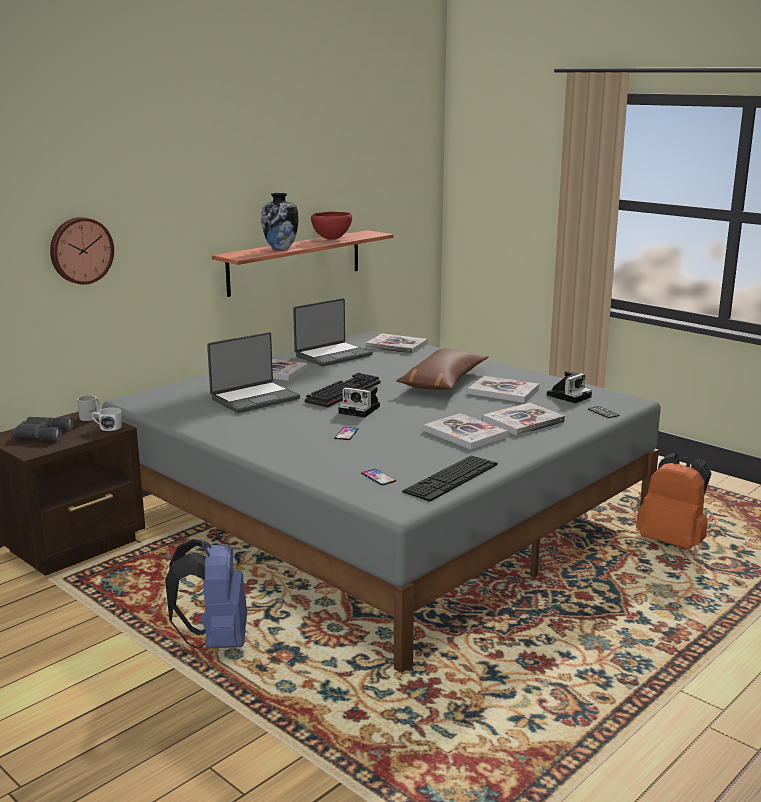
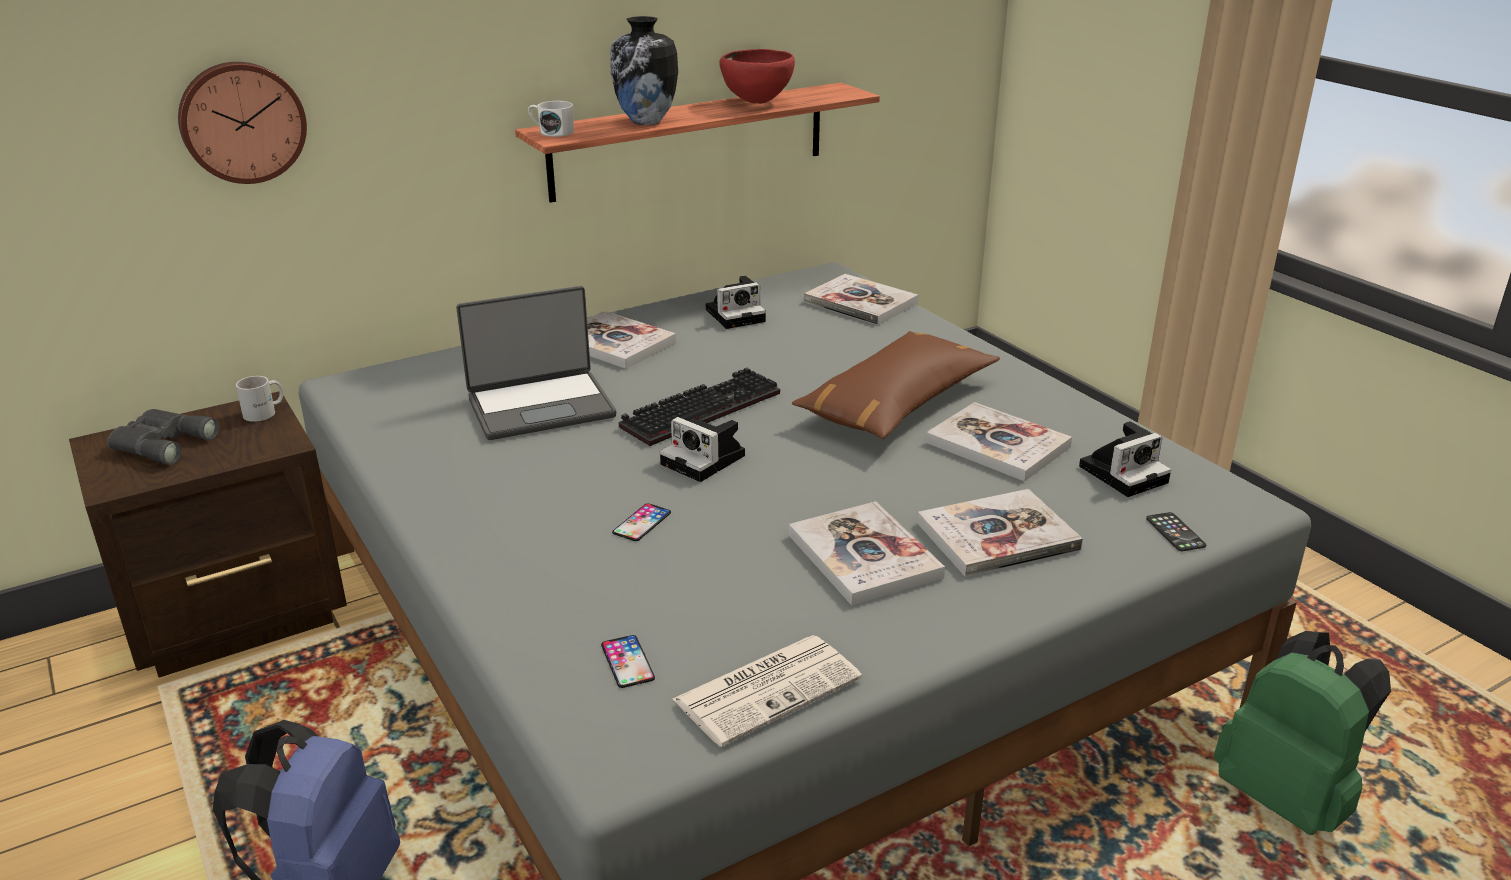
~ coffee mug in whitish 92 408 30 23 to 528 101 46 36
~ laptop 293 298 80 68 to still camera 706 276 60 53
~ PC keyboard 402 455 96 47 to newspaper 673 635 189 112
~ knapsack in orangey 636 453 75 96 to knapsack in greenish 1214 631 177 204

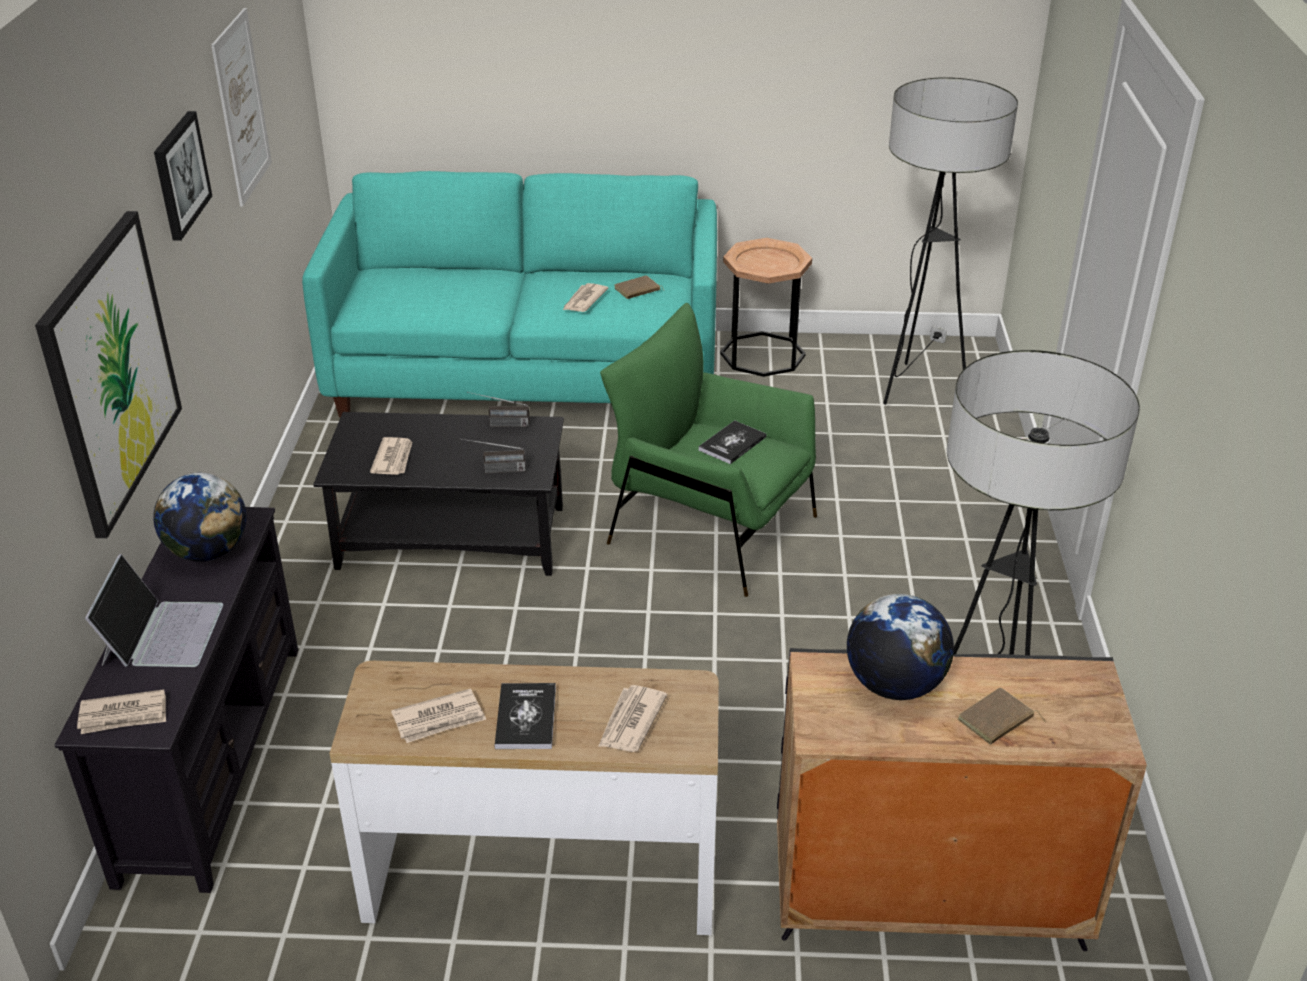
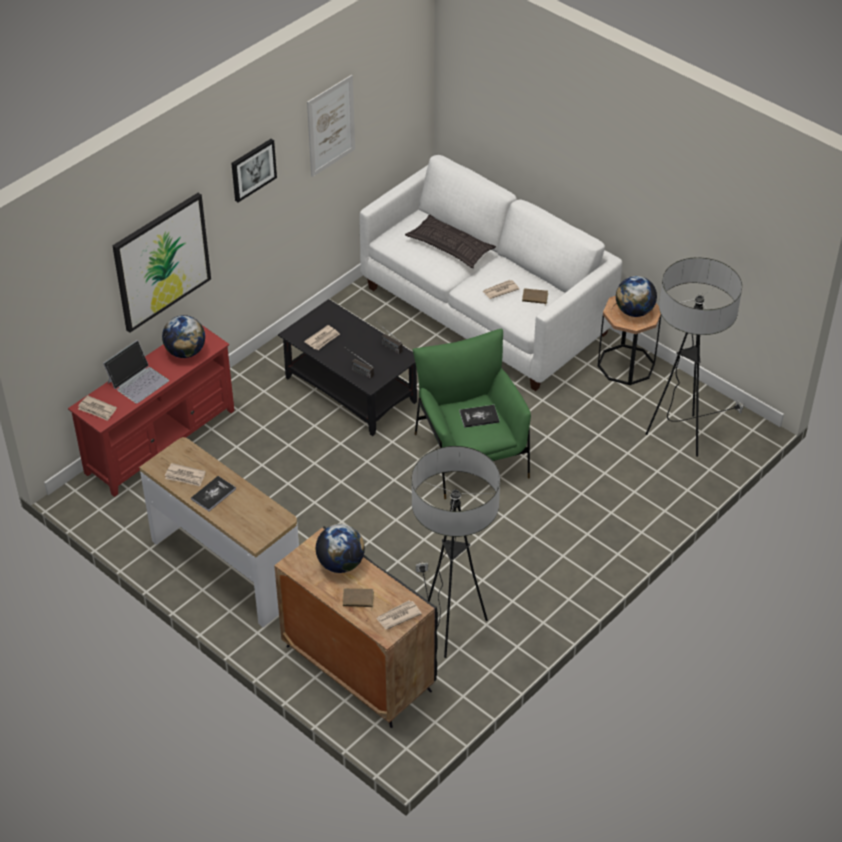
~ media console in black-coloured 55 507 243 386 to media console in red-coloured 68 325 166 172
~ couch in turquoise-coloured 302 171 415 246 to couch in whitish 360 155 262 236
~ newspaper 598 685 69 67 to 376 600 46 30
+ pillow 405 215 91 53
+ desk globe 616 276 41 41

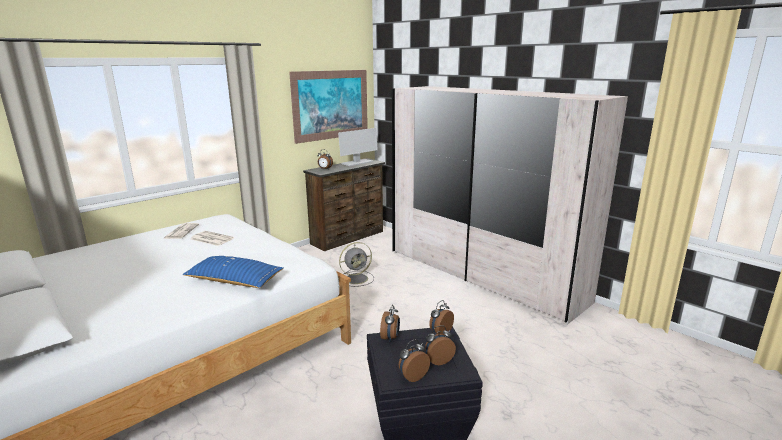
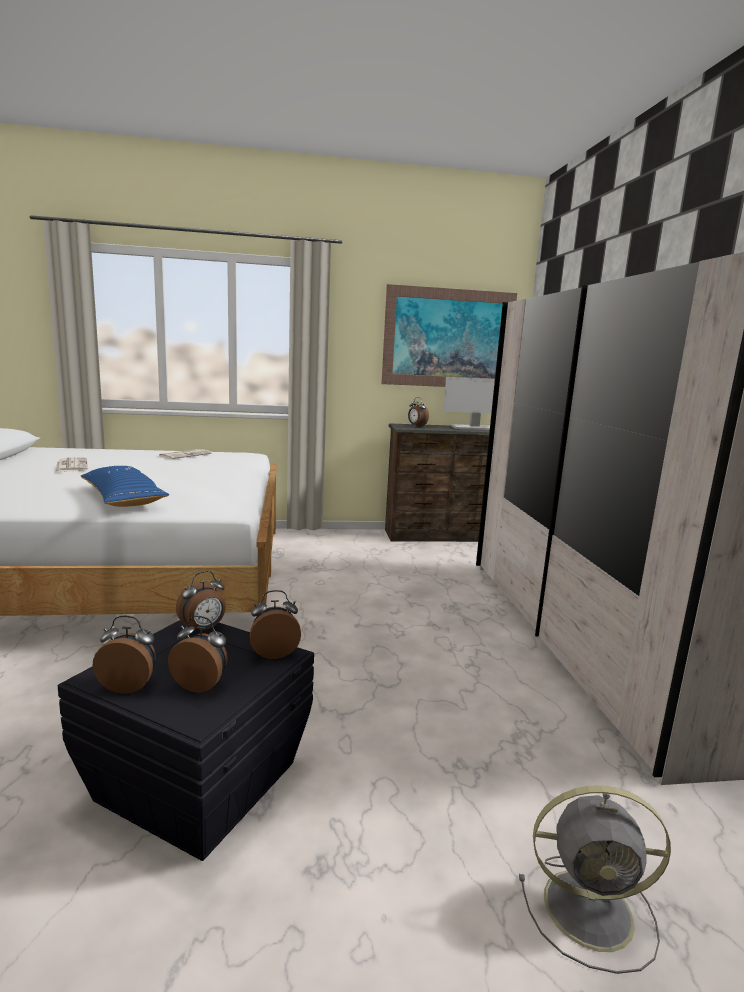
~ newspaper 191 231 43 15 to 56 457 32 15
~ electric fan in greyish 339 242 35 45 to 519 786 152 188

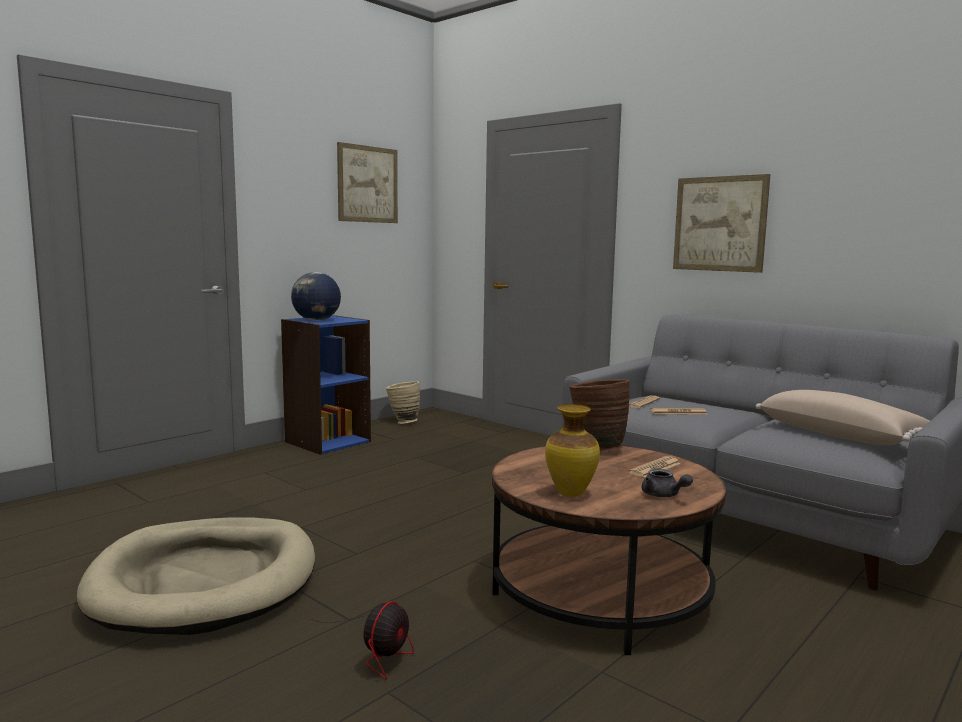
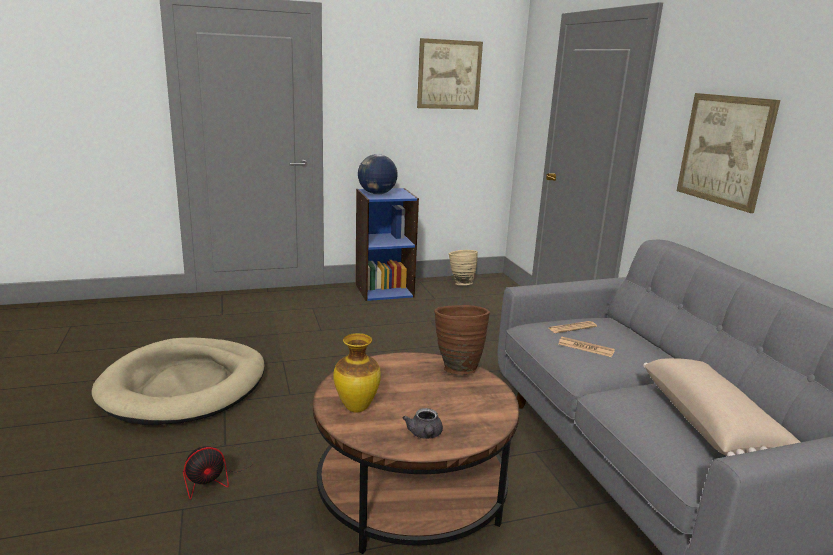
- newspaper 628 456 53 21

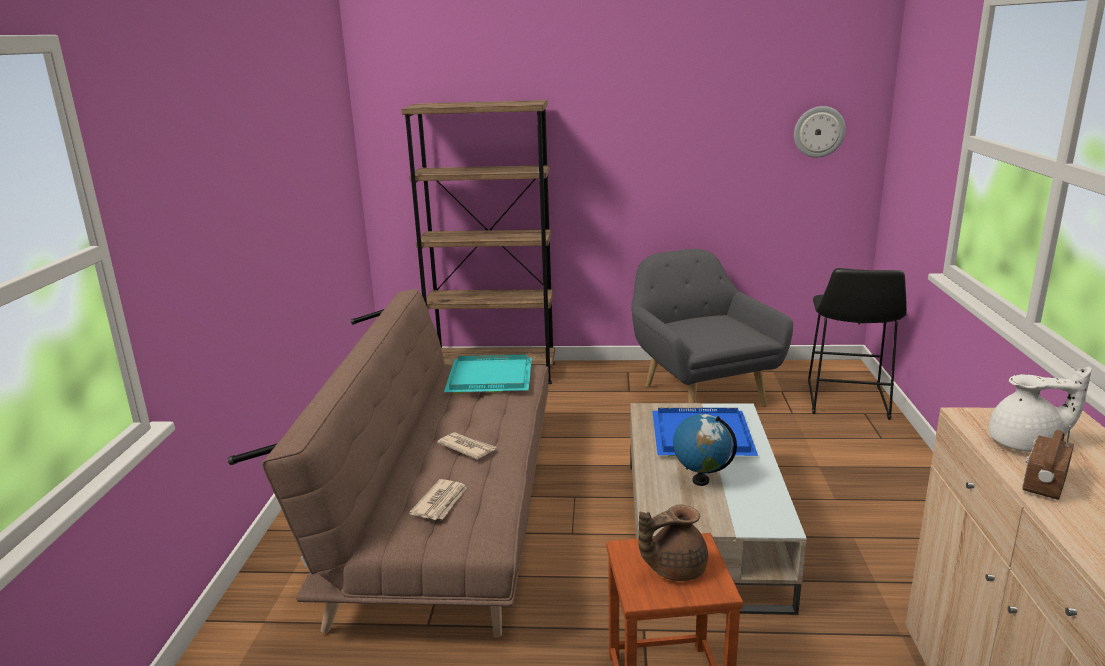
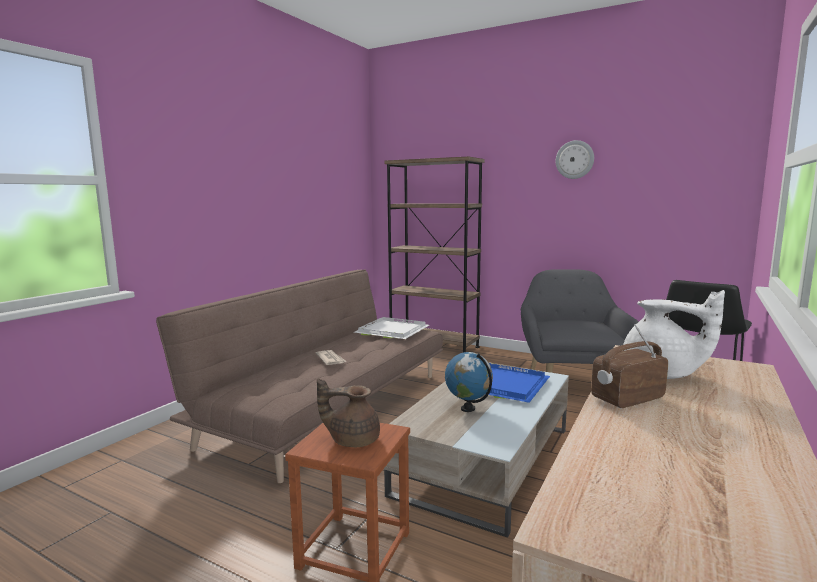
- newspaper 409 479 58 41
~ serving tray in turquoise-coloured 444 355 88 39 to serving tray in whitish 354 317 75 22
~ clock on the wall 794 106 52 52 to 556 140 38 39

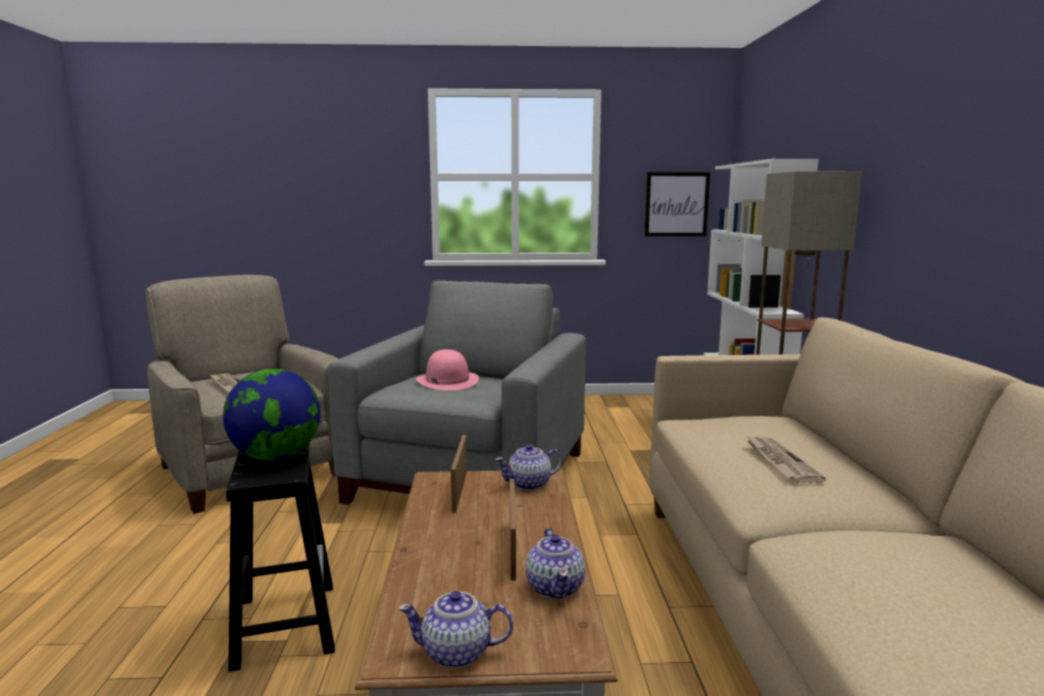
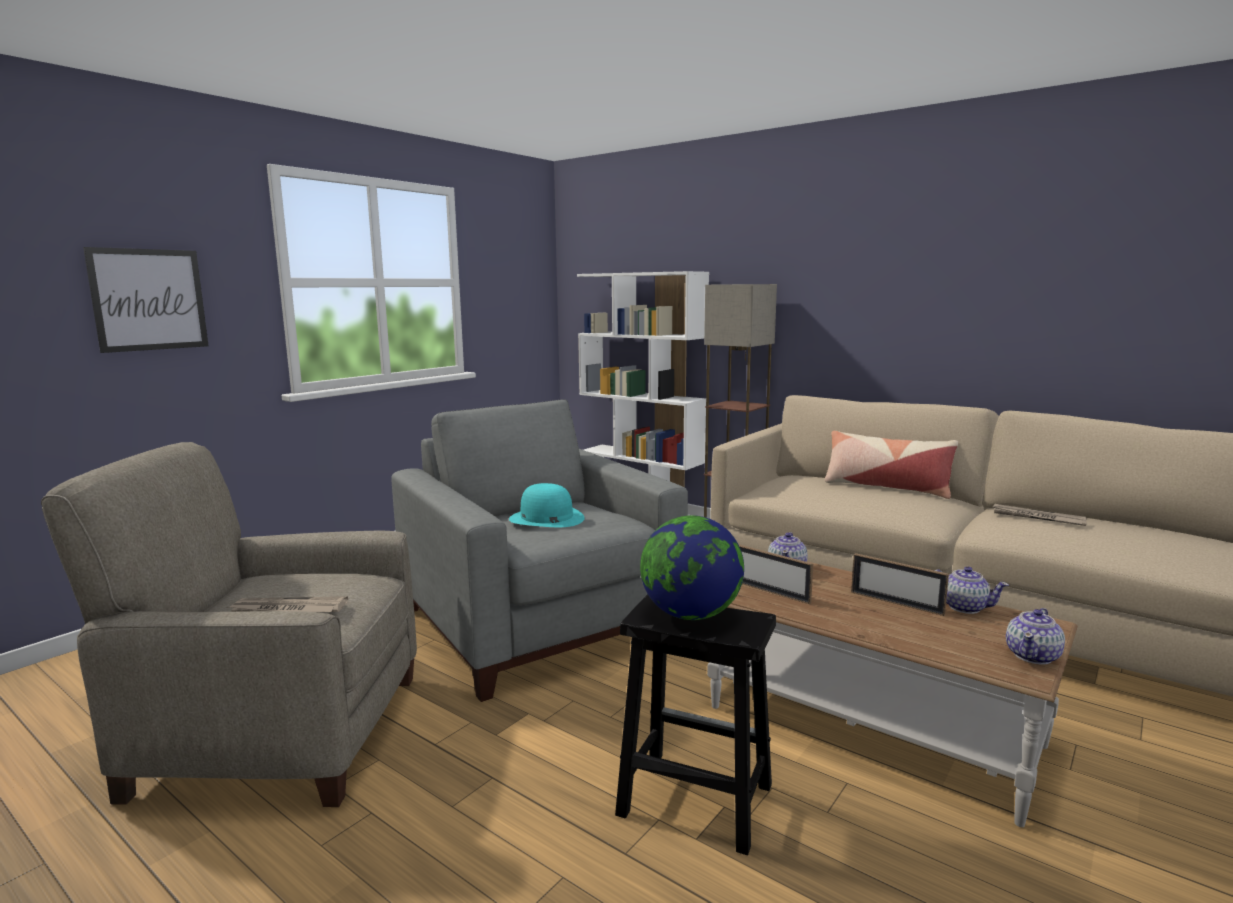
~ hat in pink-coloured 416 349 63 41 to hat in turquoise-coloured 509 483 76 44
~ wall picture 645 172 65 64 to 83 247 126 106
~ newspaper 747 436 79 47 to 991 504 96 22
+ pillow 825 431 133 68

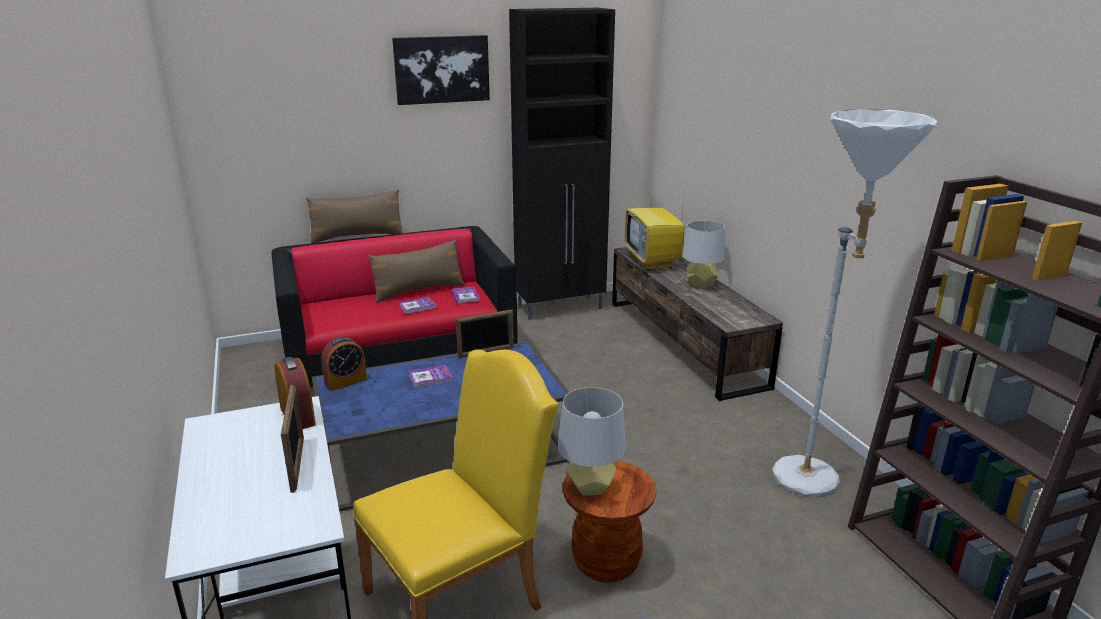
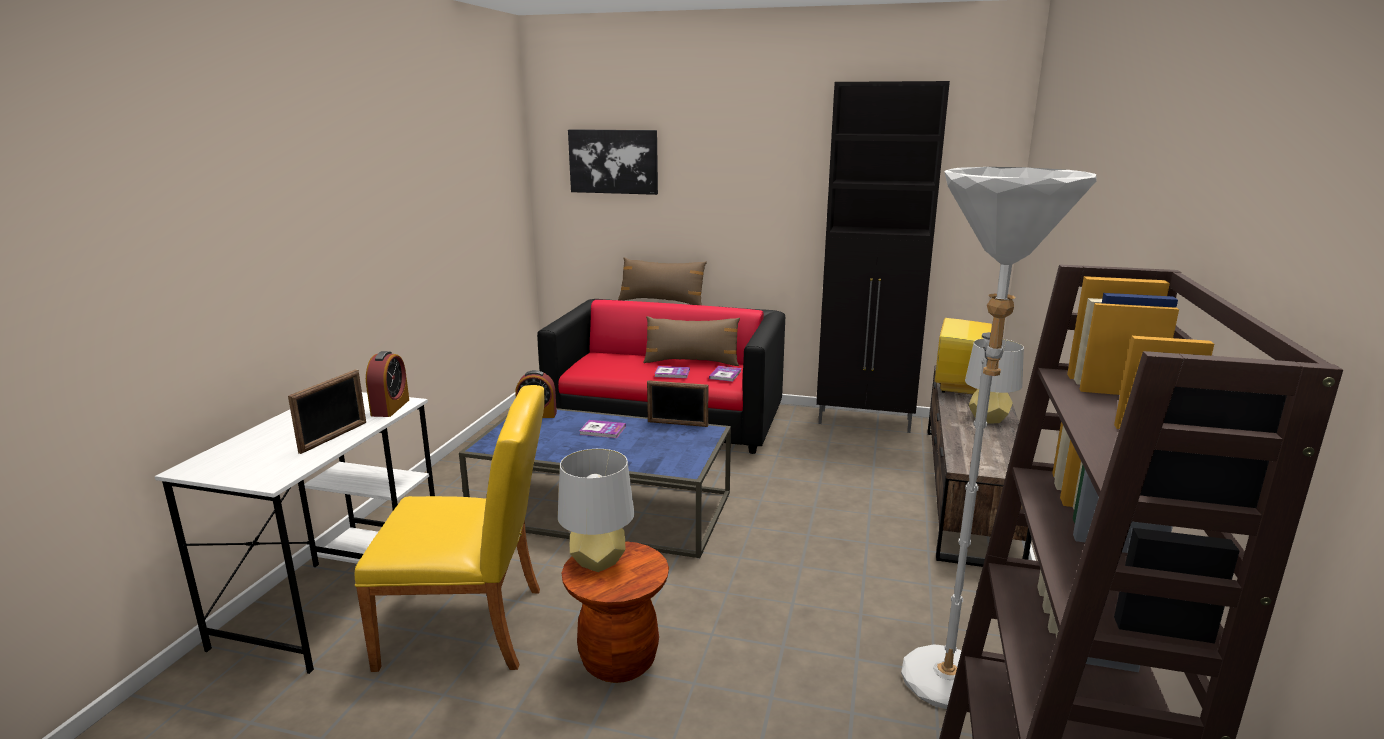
~ wall picture 392 35 98 70 to 568 129 90 66

